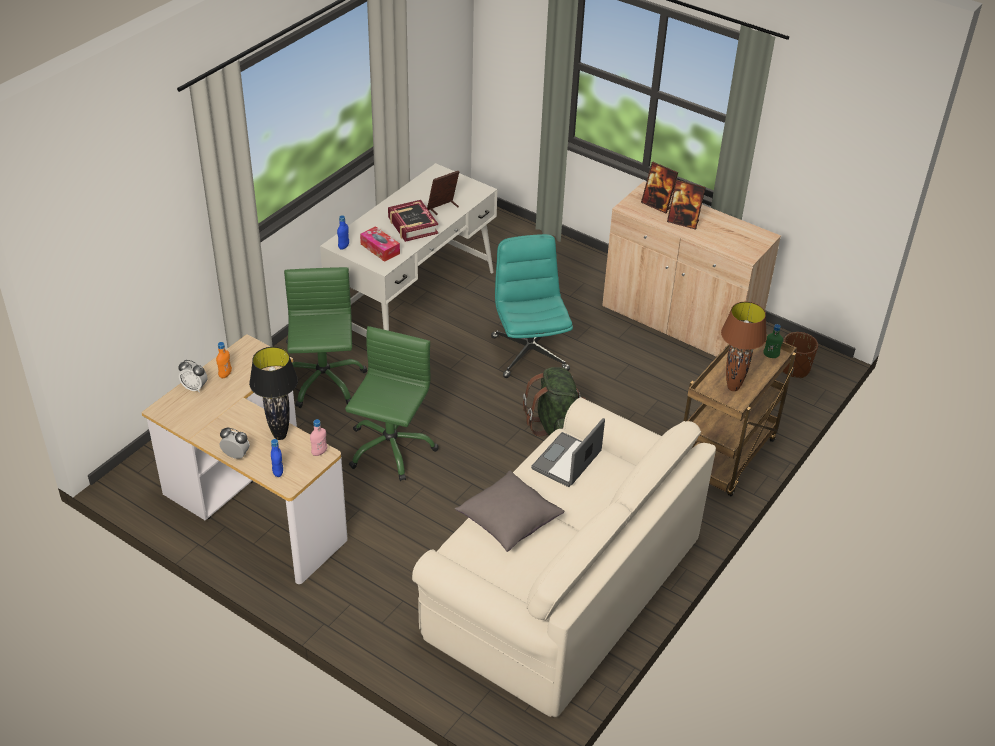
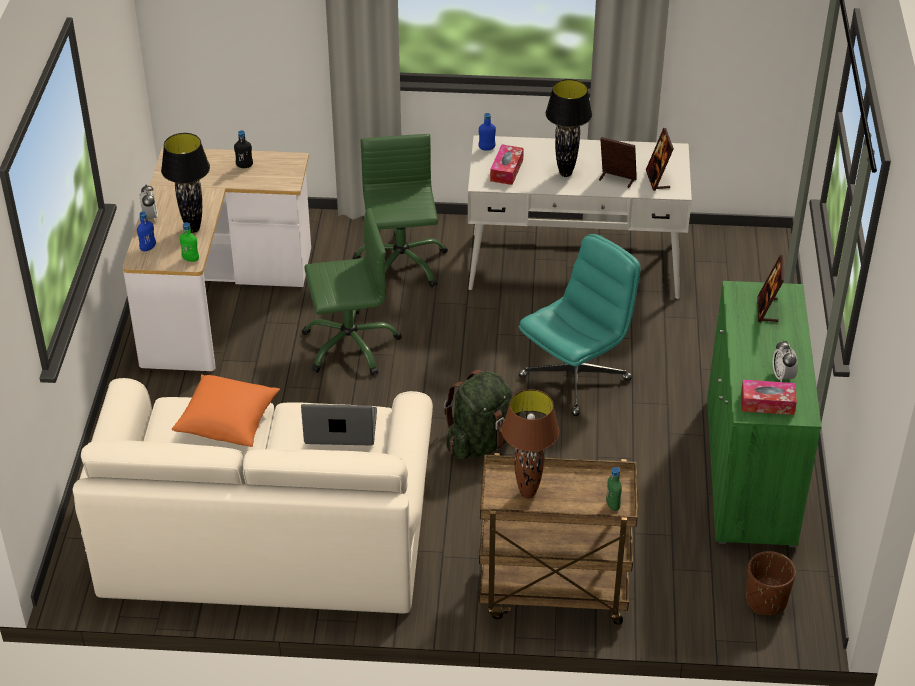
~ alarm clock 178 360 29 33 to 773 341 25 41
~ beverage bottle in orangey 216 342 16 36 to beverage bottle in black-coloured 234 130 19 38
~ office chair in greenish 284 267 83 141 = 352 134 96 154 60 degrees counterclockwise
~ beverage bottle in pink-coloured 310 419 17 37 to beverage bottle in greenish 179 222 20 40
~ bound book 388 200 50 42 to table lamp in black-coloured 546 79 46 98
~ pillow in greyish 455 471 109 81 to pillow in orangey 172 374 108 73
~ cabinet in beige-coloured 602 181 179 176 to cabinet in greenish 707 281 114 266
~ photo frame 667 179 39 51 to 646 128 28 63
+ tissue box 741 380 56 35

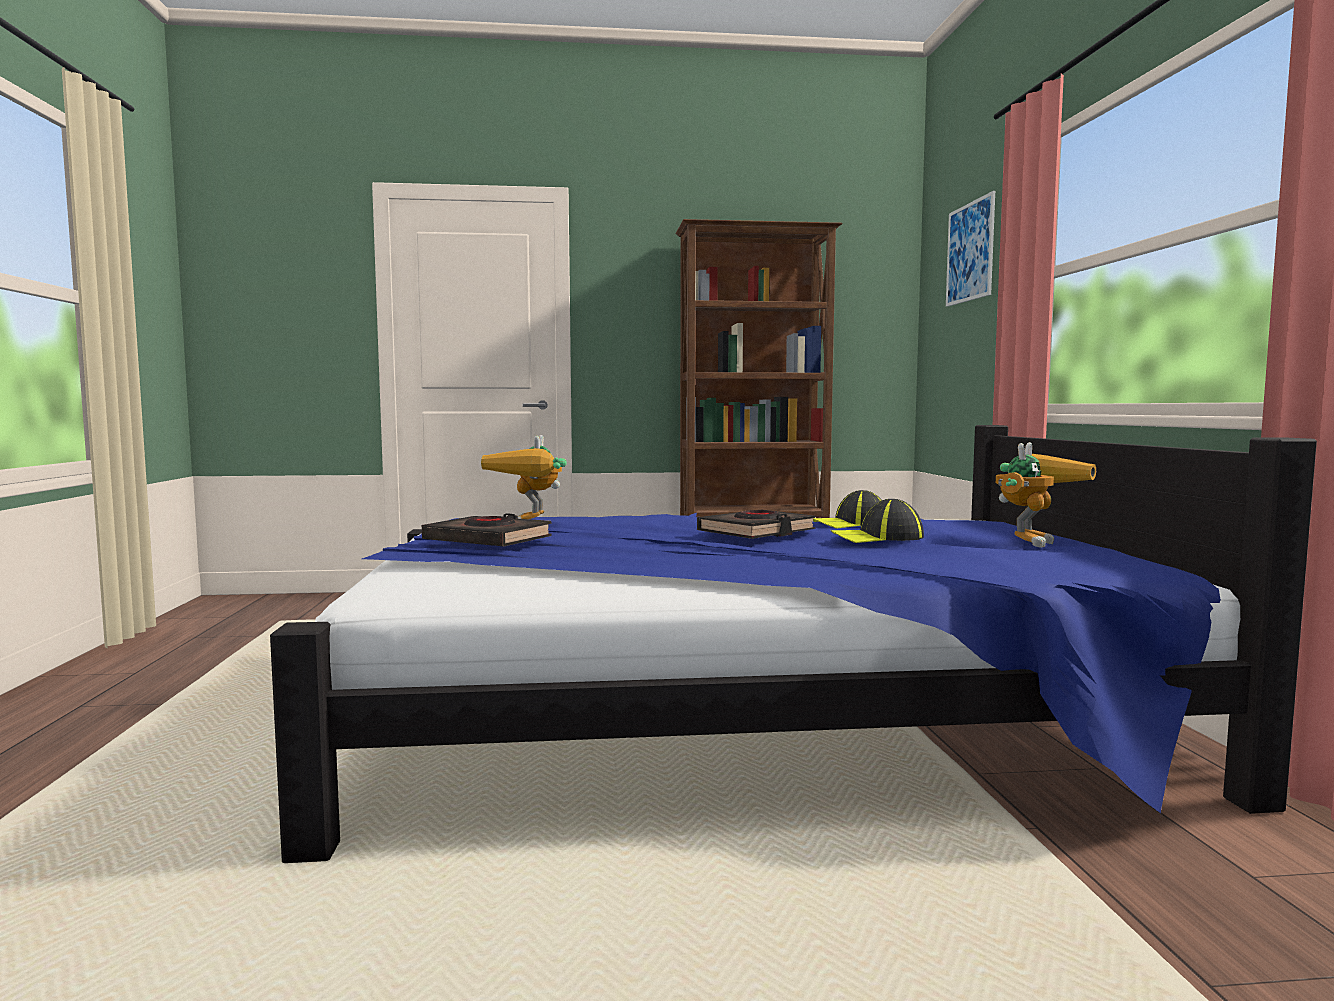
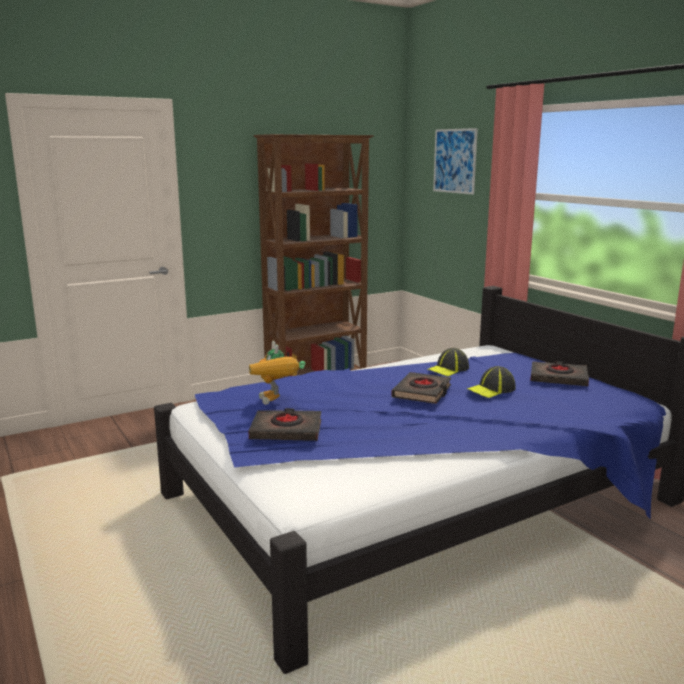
~ robot figure 996 442 100 106 to bound book in black-coloured 530 361 59 25

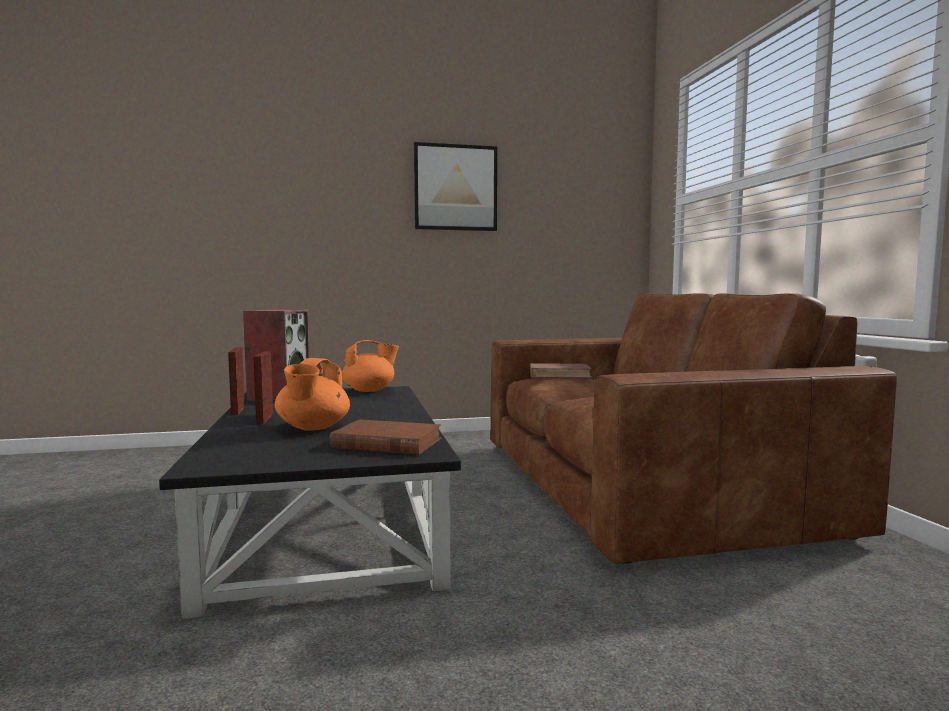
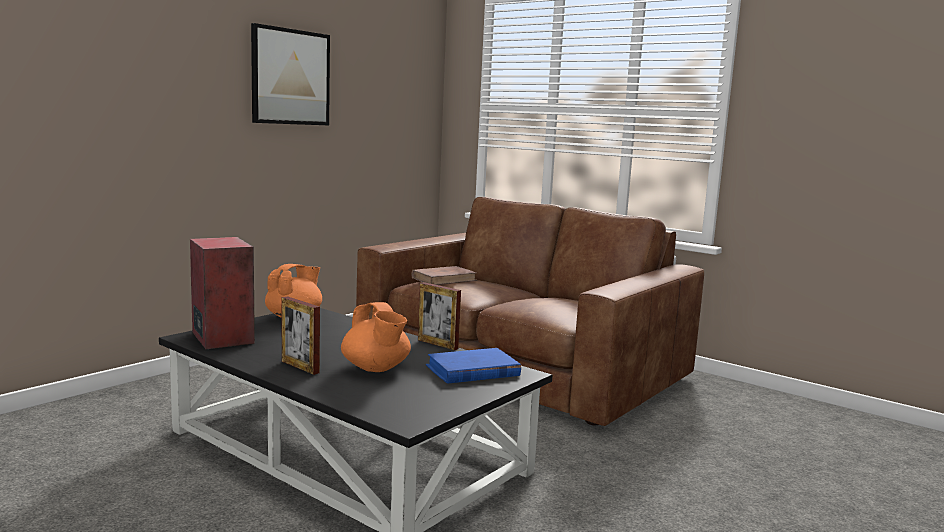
~ photo frame 228 348 17 67 to 418 282 43 68
~ bound book in brownish 329 419 112 36 to bound book in bluish 426 348 95 36

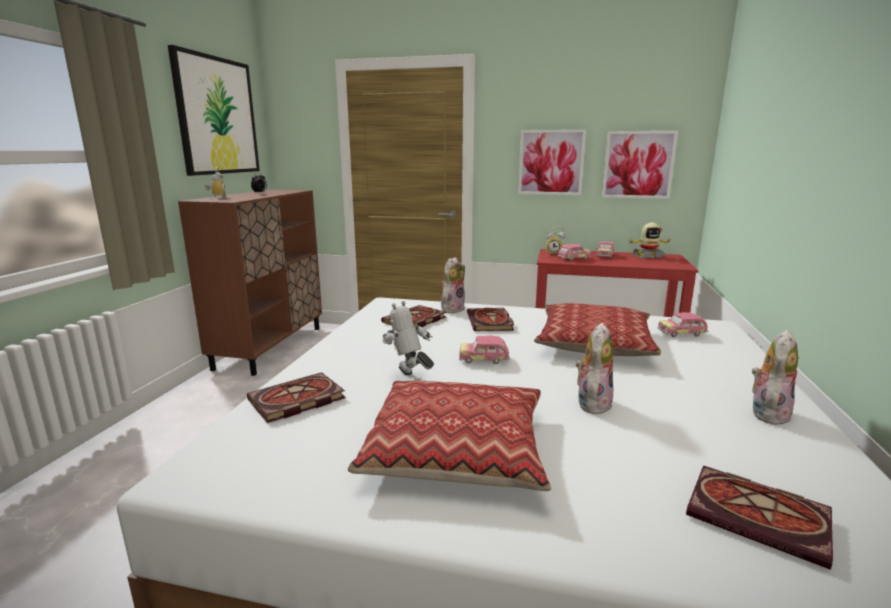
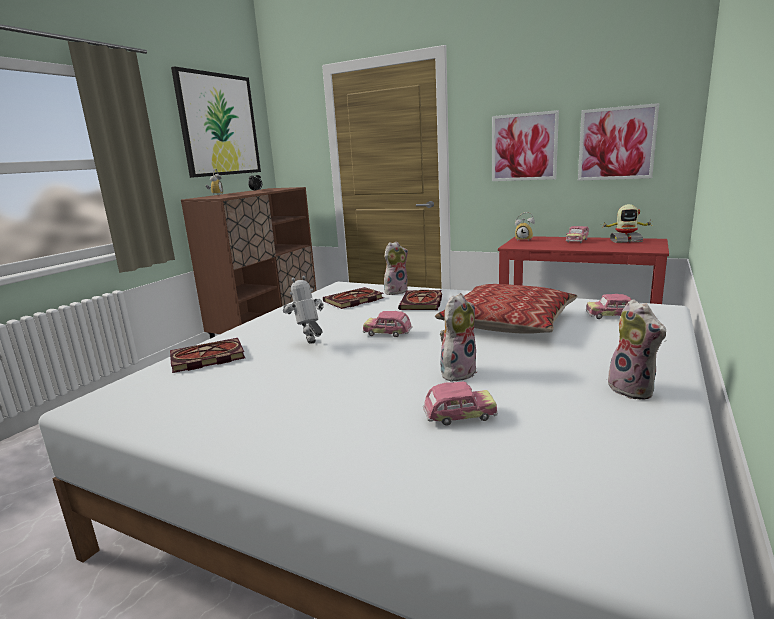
- pillow 348 381 203 110
~ miniature car 557 244 34 16 to 423 381 75 44
- bound book 686 465 147 104
~ cuddly toy 752 330 46 95 = 606 299 60 101 105 degrees clockwise

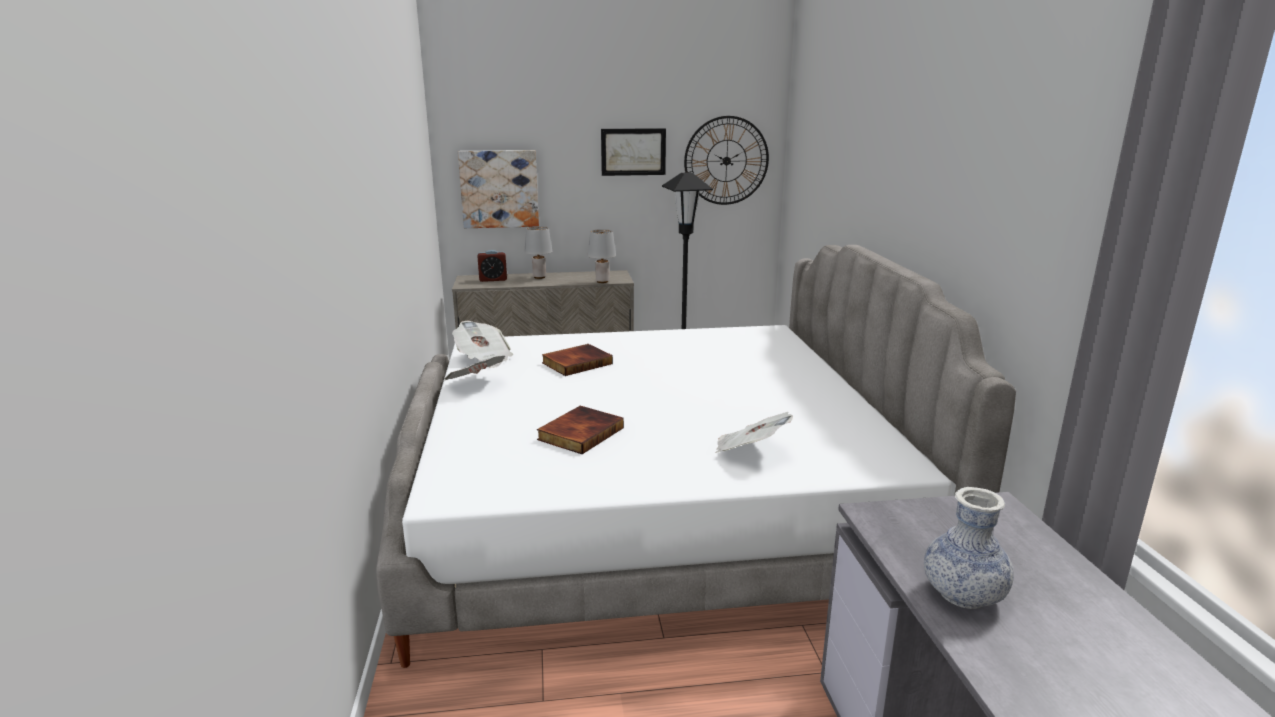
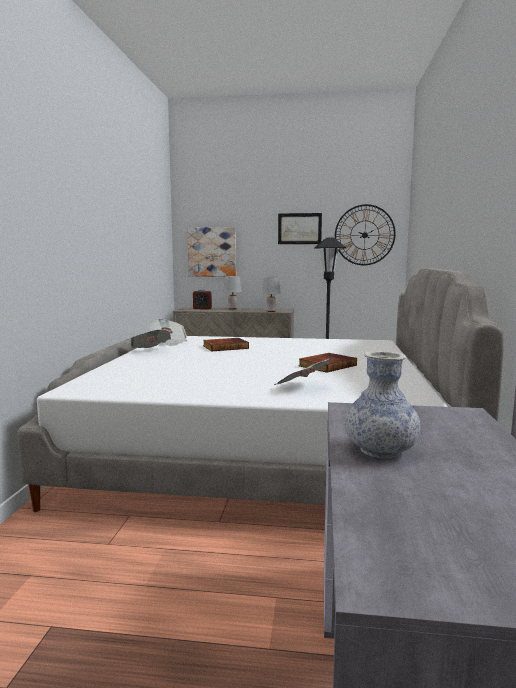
~ bound book 537 406 87 48 to 299 353 58 20

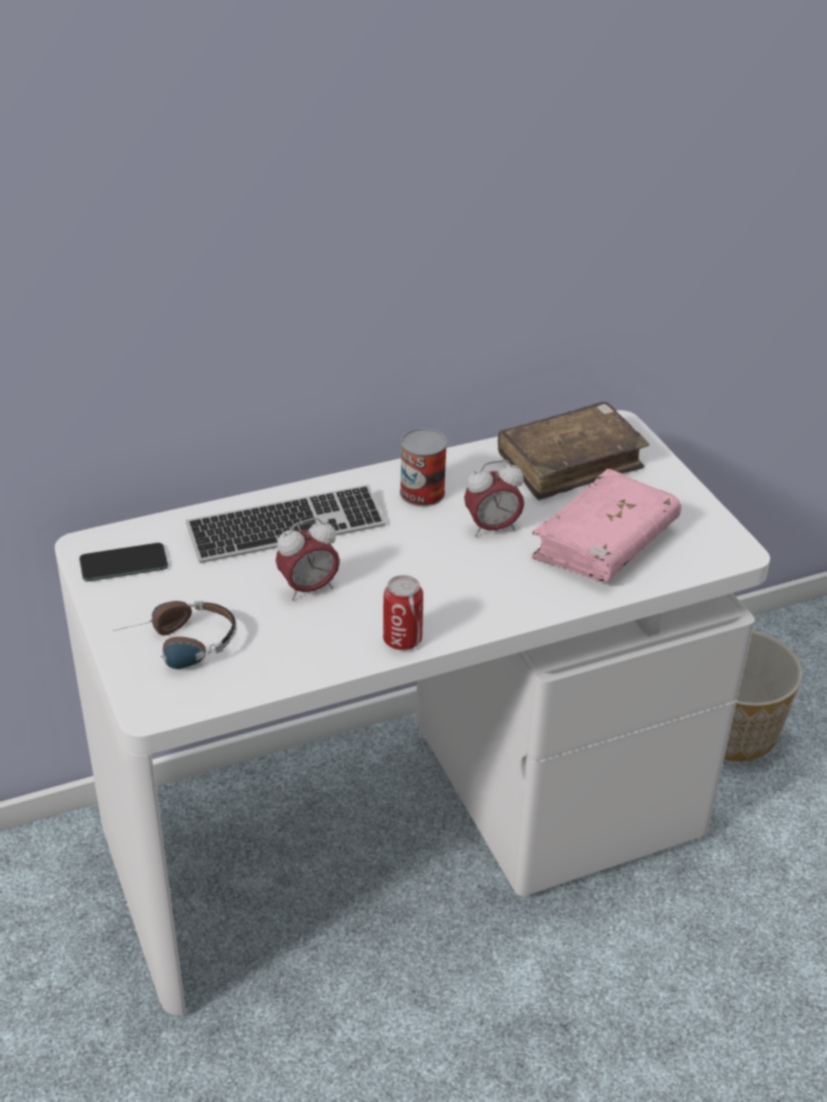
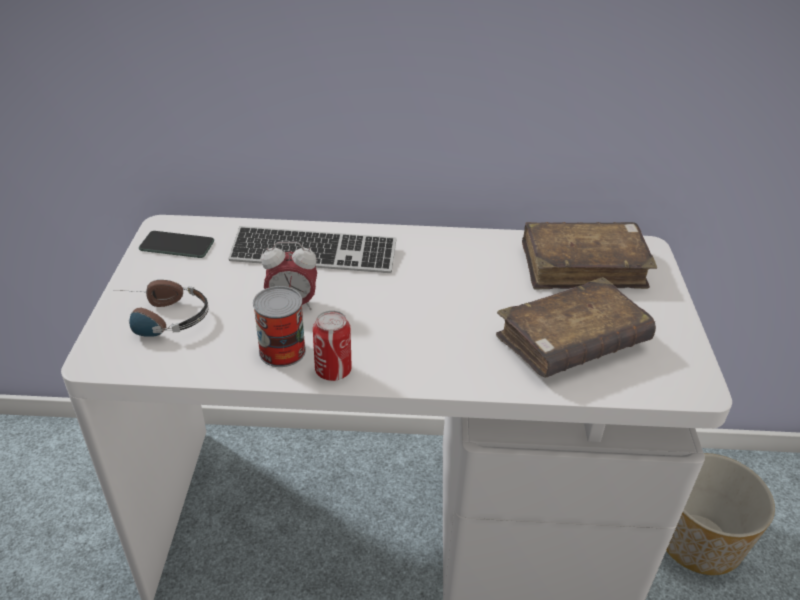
~ sealed can 400 428 47 79 to 253 286 53 81
- alarm clock 464 460 60 77
~ bound book in pink-coloured 532 469 149 113 to bound book in brownish 496 277 160 101

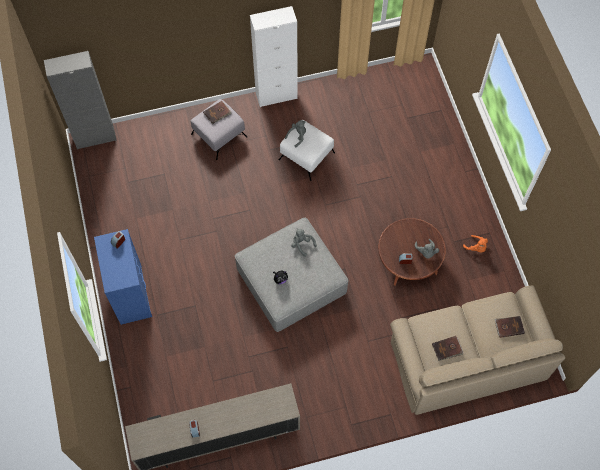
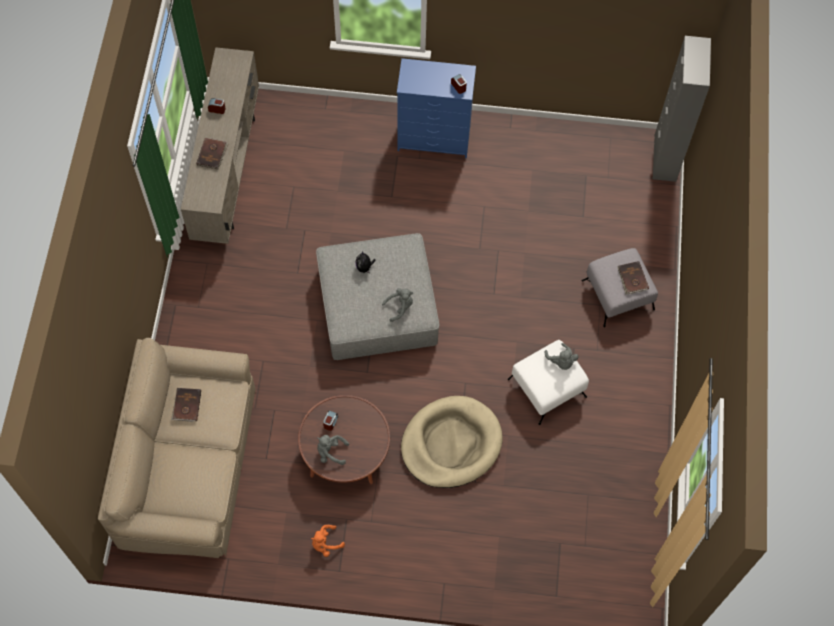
- cabinet in whitish 250 6 48 101
~ bound book in brownish 495 316 30 22 to 196 138 33 31
+ dog cushion in beige-coloured 401 396 102 92

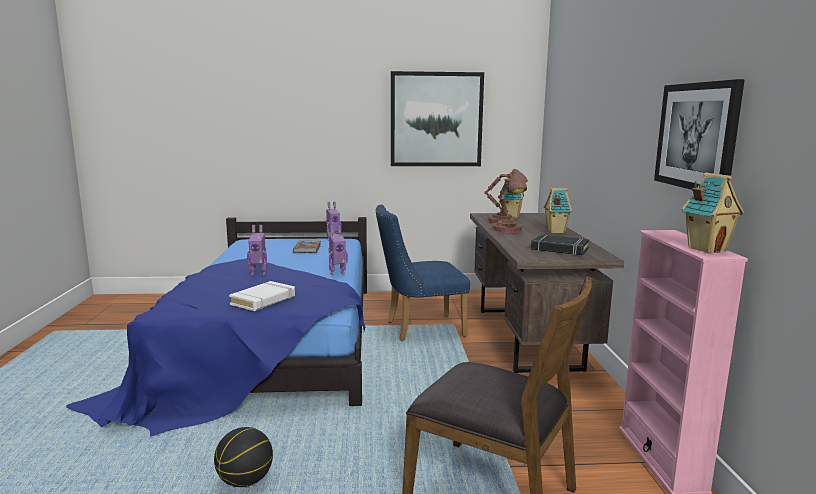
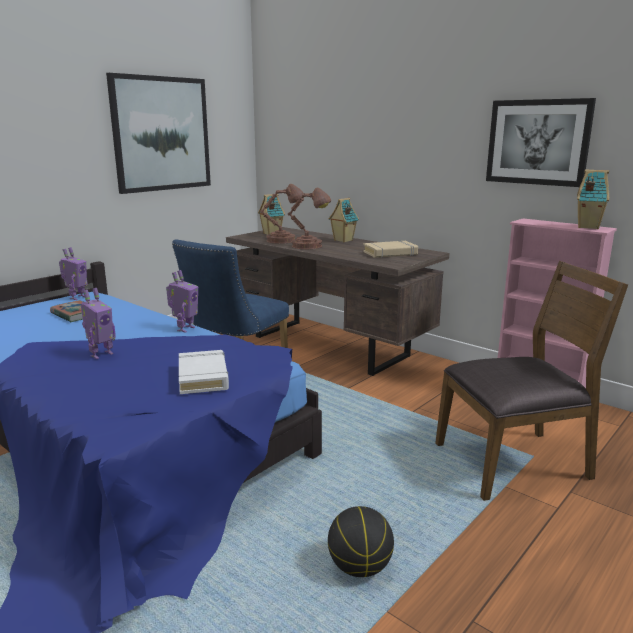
~ bound book in black-coloured 531 234 58 21 to bound book in beige-coloured 363 241 55 17

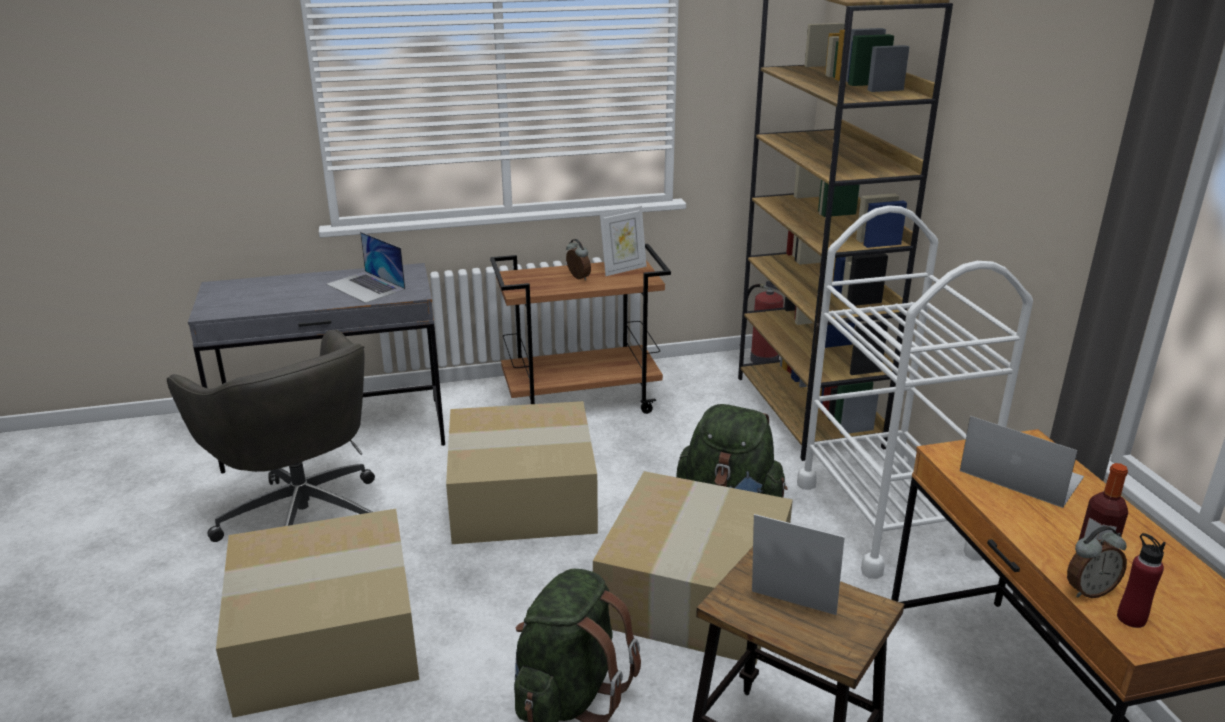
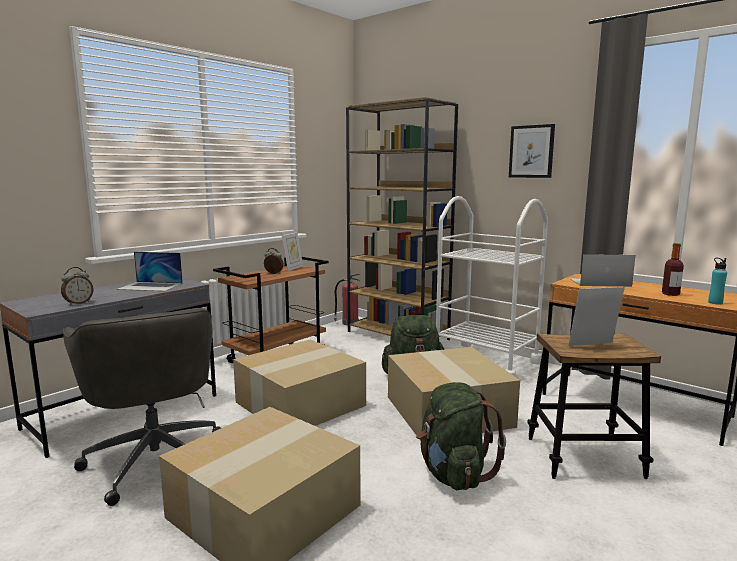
~ office chair in greyish 167 330 208 212 = 62 308 159 198 45 degrees clockwise
~ alarm clock 1067 526 60 72 to 61 267 32 38
~ beverage bottle in red-coloured 1117 533 49 95 to beverage bottle in turquoise-coloured 708 258 19 47
+ wall picture 509 124 46 54

